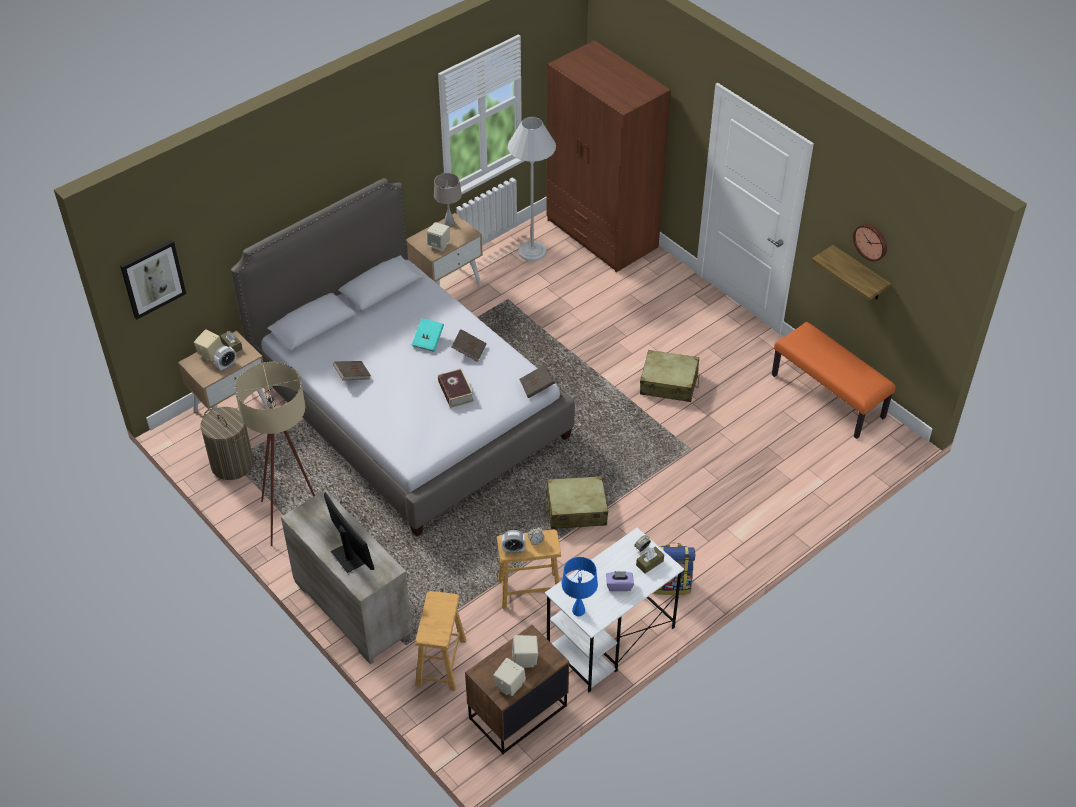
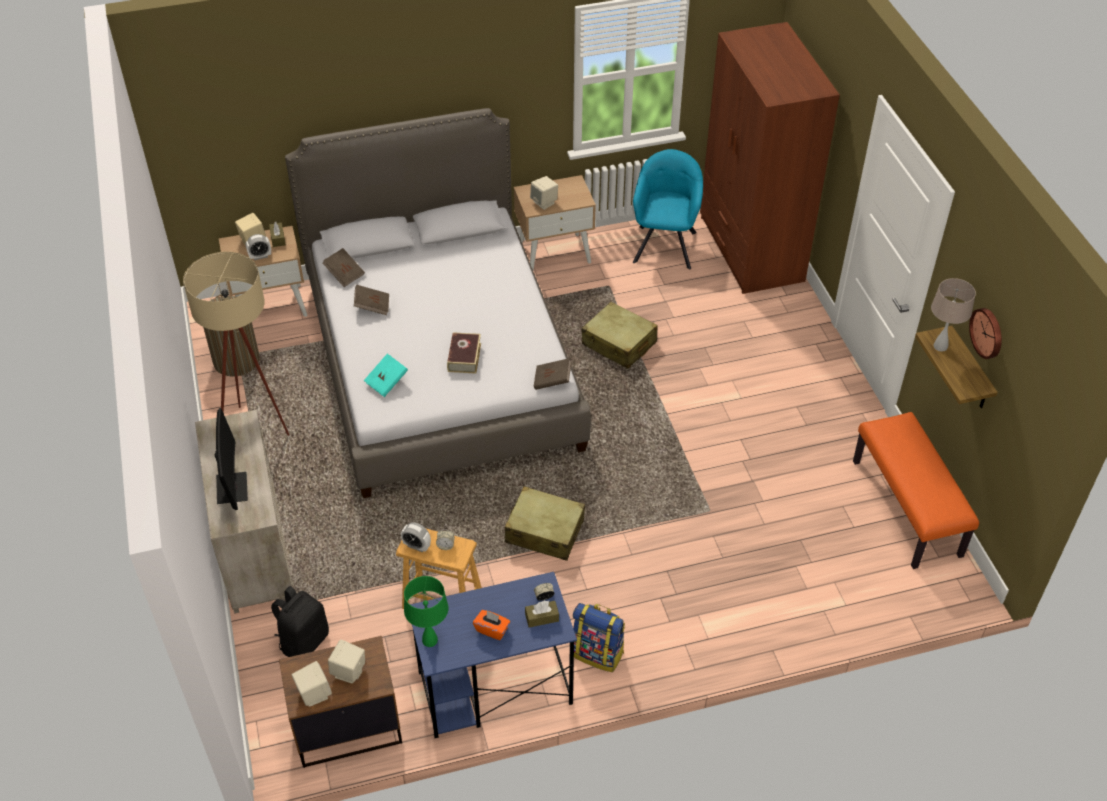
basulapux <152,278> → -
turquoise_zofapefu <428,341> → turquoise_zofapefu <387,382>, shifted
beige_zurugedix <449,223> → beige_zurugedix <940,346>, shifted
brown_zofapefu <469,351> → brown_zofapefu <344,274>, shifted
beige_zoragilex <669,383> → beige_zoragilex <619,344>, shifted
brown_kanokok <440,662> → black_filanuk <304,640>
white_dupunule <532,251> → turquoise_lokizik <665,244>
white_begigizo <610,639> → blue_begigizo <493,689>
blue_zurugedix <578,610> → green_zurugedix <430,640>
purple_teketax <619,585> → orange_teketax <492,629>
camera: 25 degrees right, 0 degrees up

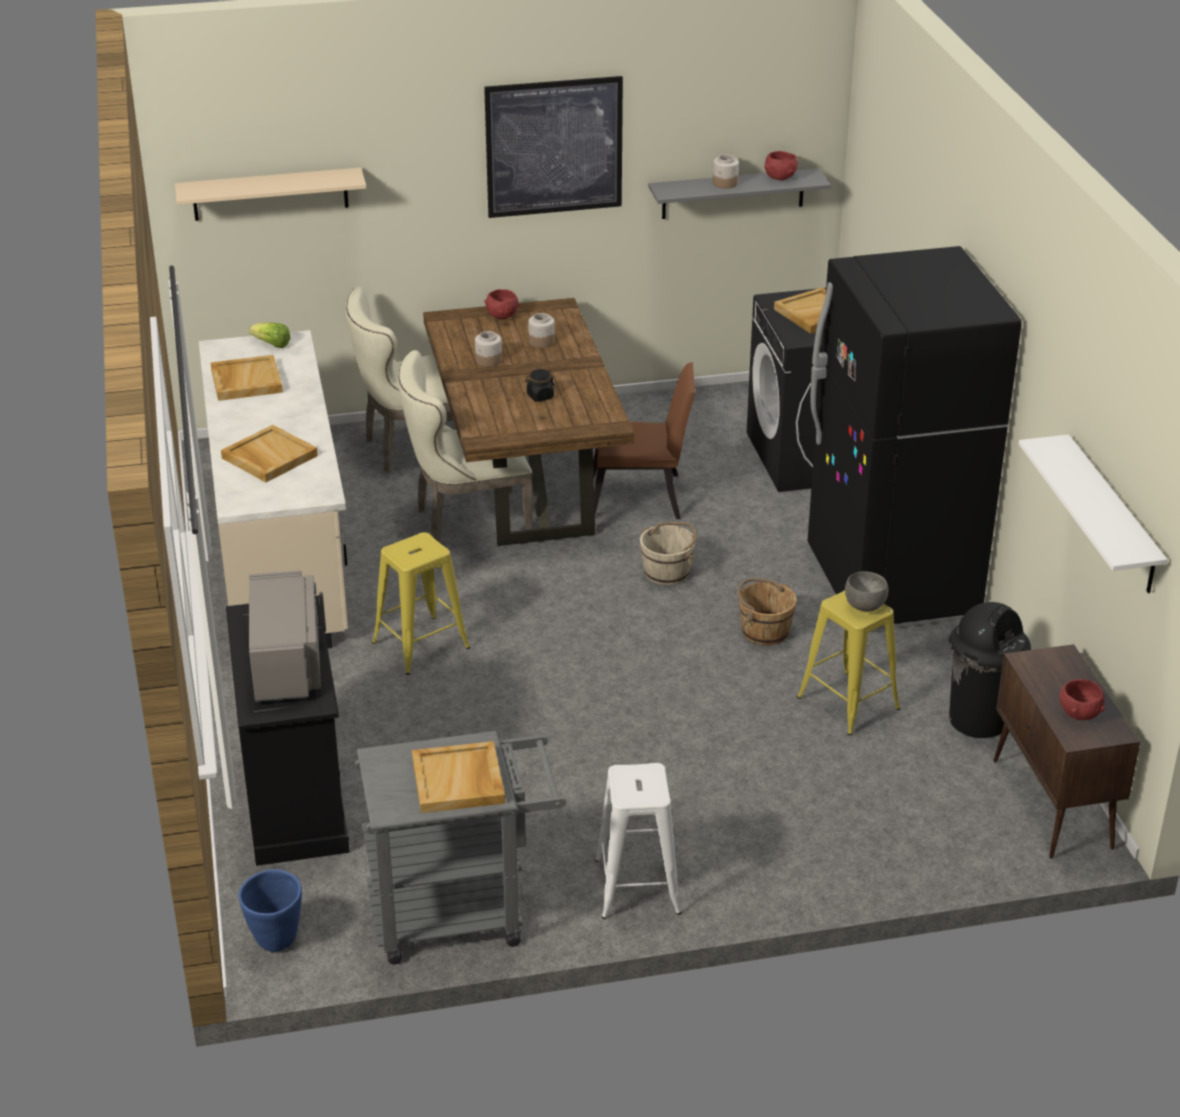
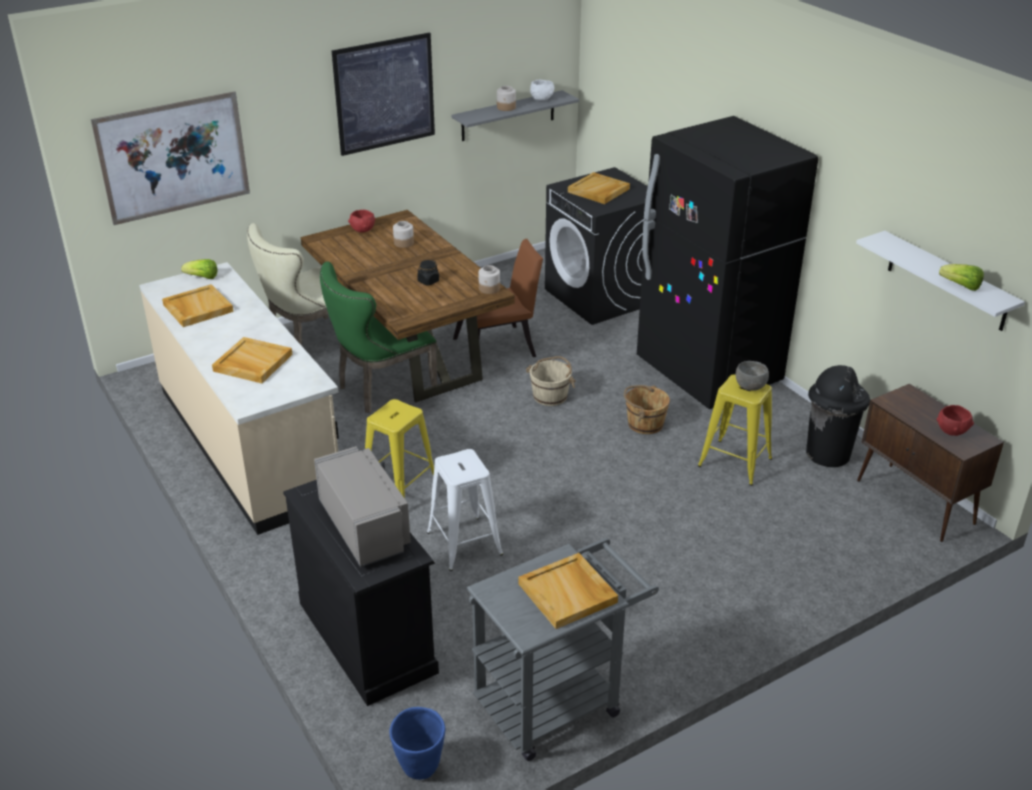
- → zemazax <961,286>
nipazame <488,360> → nipazame <489,289>, shifted
white_kanokok <637,886> → white_kanokok <464,543>, shifted
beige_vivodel <270,194> → basulapux <174,157>
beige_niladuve <466,522> → green_niladuve <381,389>
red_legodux <780,178> → white_legodux <541,99>
camera: 20 degrees left, 0 degrees up

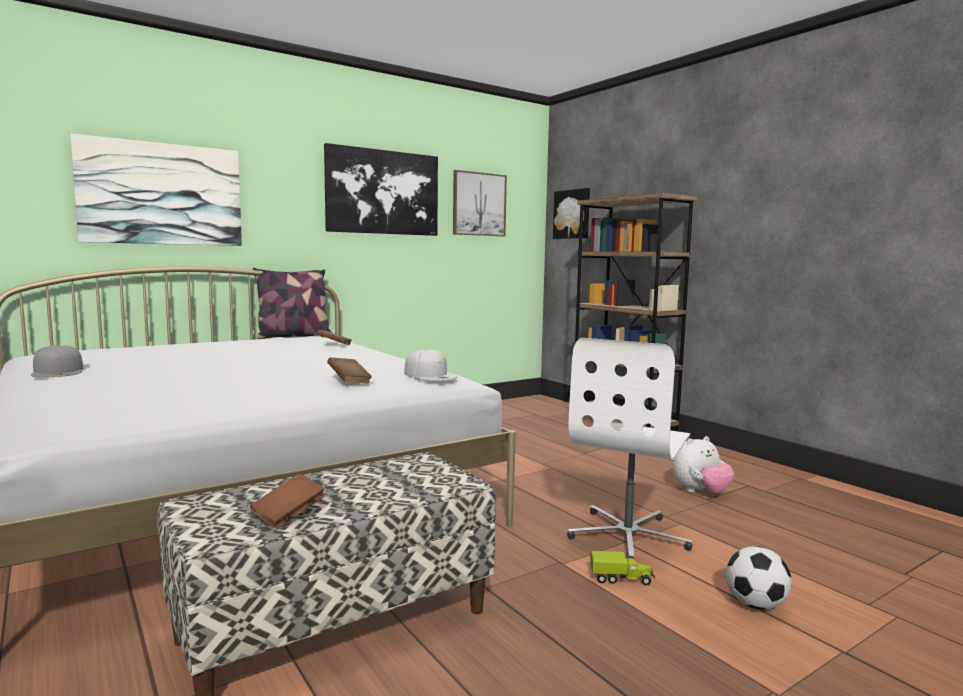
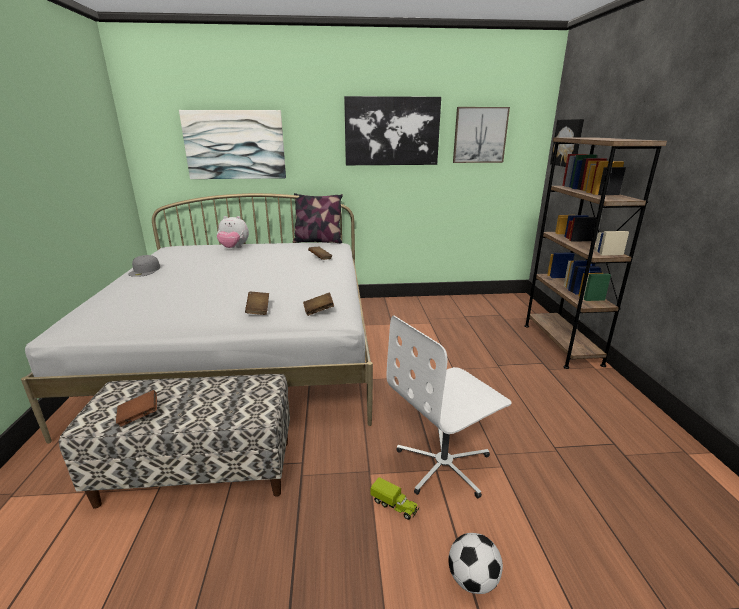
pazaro <700,492> → pazaro <234,248>, shifted
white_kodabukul <431,375> → brown_zofapefu <318,311>
camera: 30 degrees right, 15 degrees up

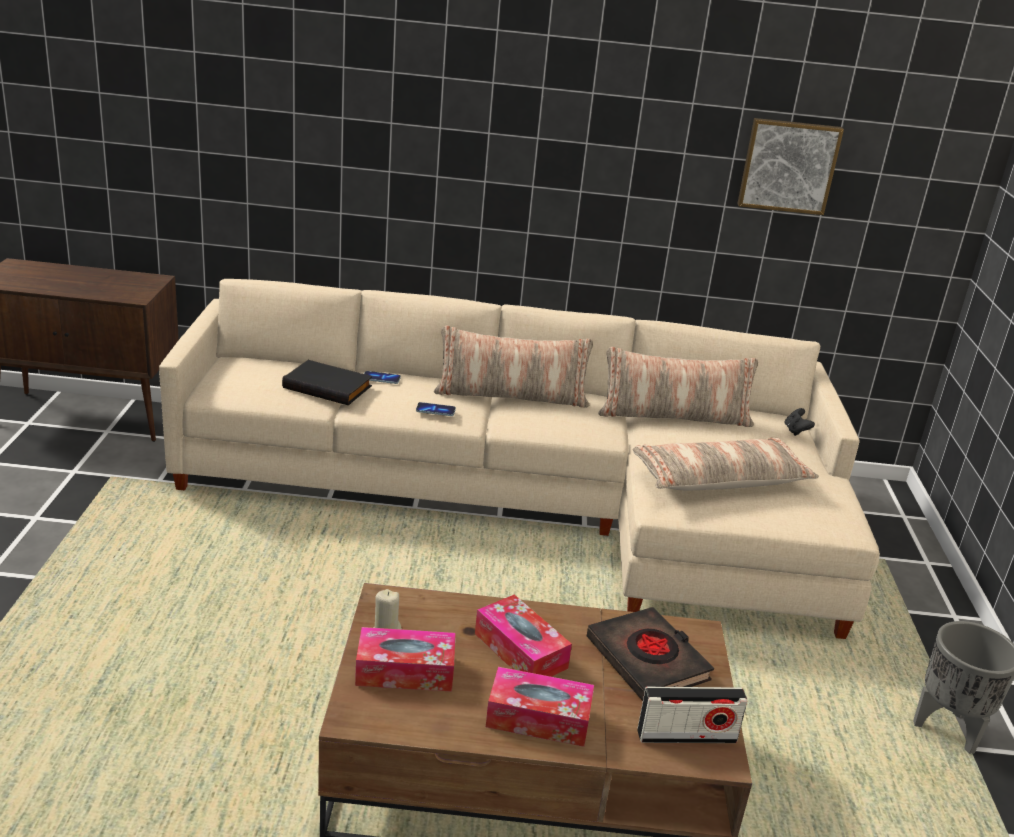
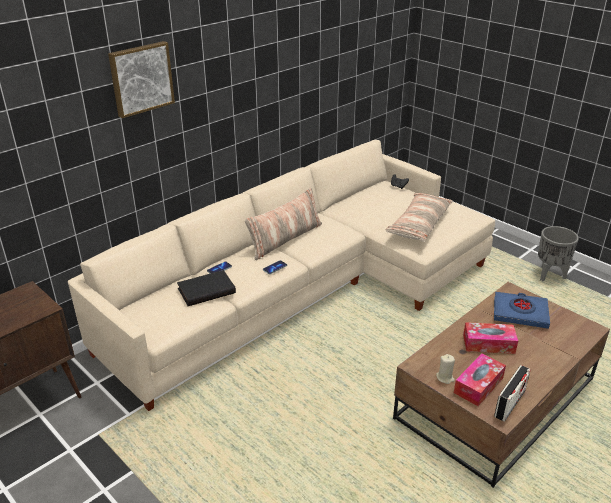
teketax <538,718> → -
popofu <674,416> → -
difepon <686,736> → difepon <510,403>, shifted
basulapux <788,165> → basulapux <141,78>, shifted
black_zofapefu <648,660> → blue_zofapefu <520,313>
camera: 45 degrees left, 5 degrees up

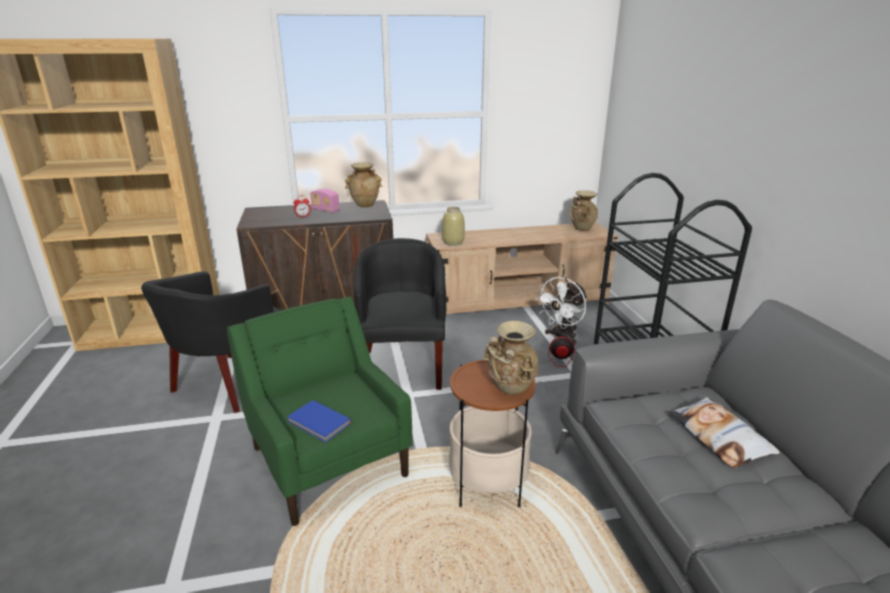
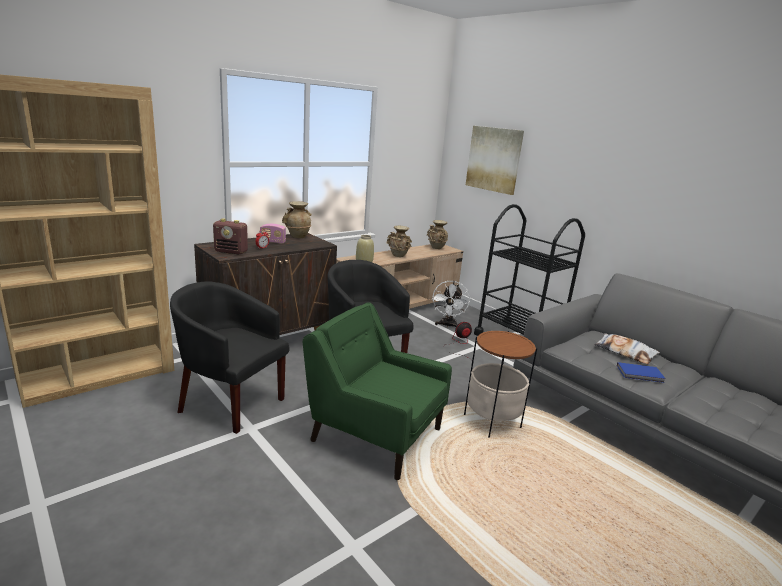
- → difepon <231,252>
- → basulapux <494,159>
blue_zofapefu <319,423> → blue_zofapefu <640,374>, shifted
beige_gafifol <510,389> → beige_gafifol <398,256>, shifted
black_lokizik <227,384> → black_lokizik <230,402>, 120 degrees clockwise
camera: 30 degrees left, 5 degrees down

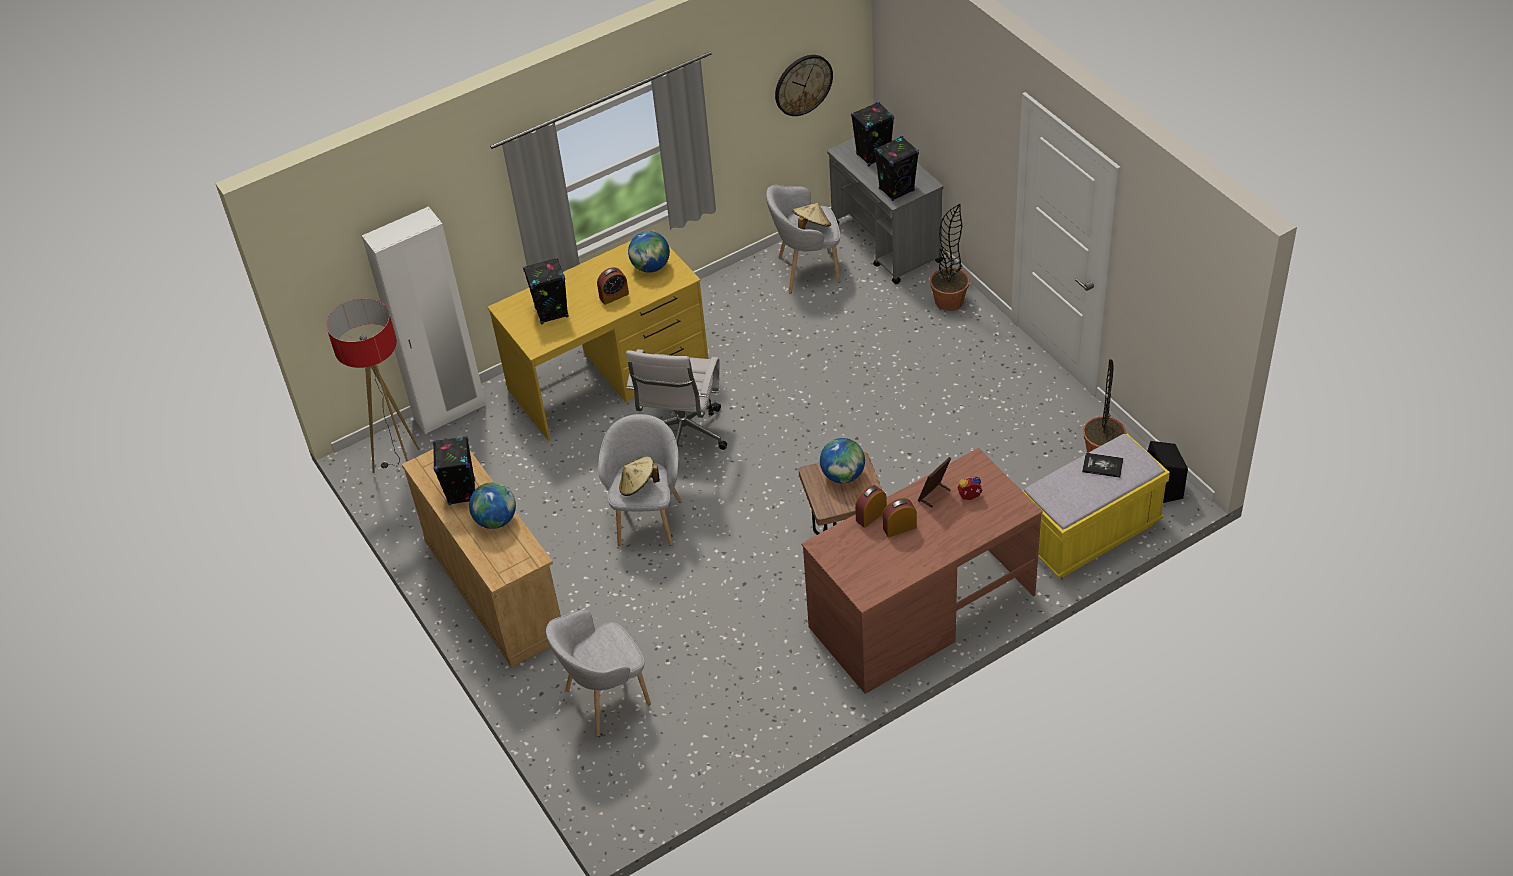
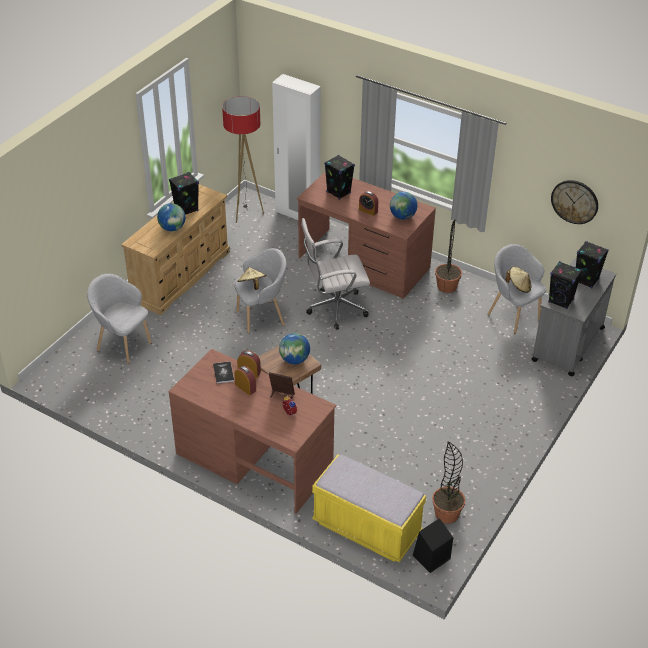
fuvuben <949,301> → fuvuben <446,286>, shifted
zofapefu <1102,466> → zofapefu <223,373>, shifted
yellow_begigizo <609,376> → brown_begigizo <364,263>
camera: 60 degrees right, 5 degrees down

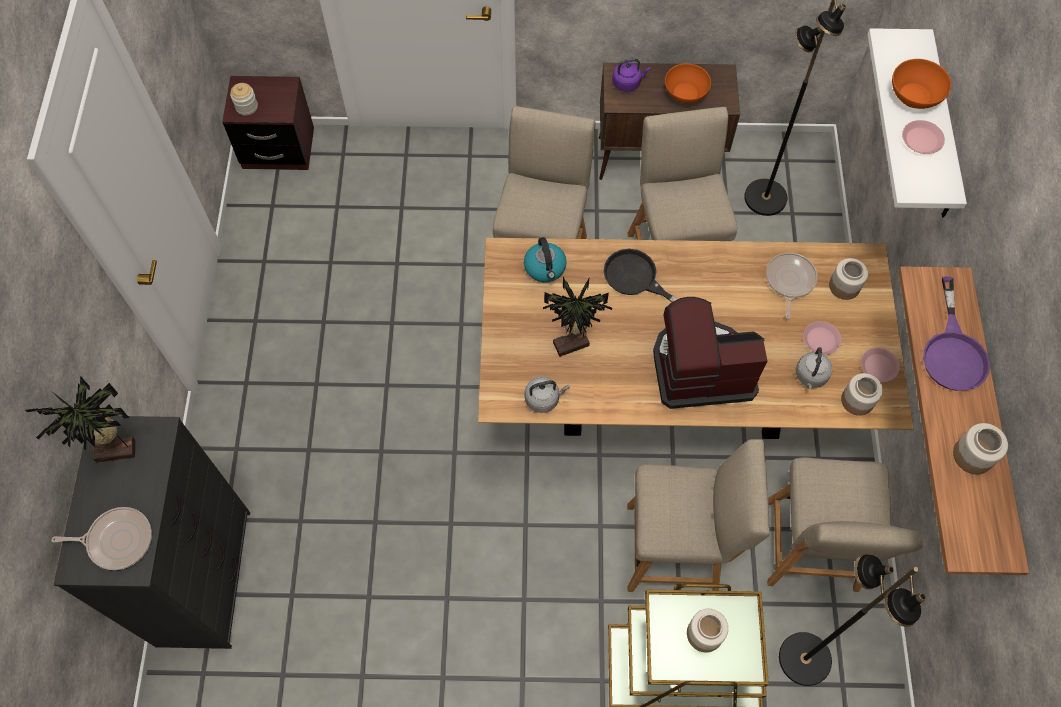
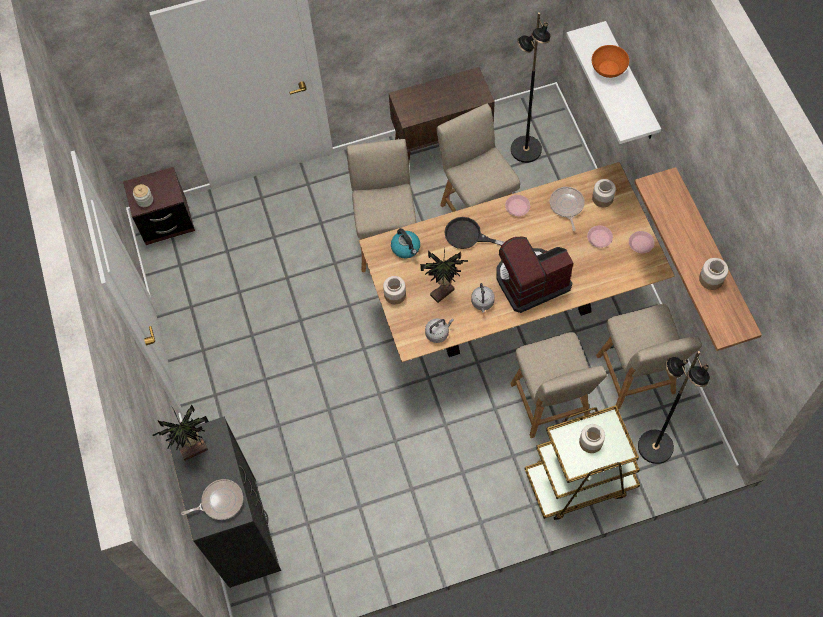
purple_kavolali <628,83> → -
orange_legodux <685,93> → -
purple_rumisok <953,351> → -
grey_kavolali <810,376> → grey_kavolali <482,303>, shifted
nipazame <857,401> → nipazame <395,295>, shifted
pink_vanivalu <921,140> → pink_vanivalu <517,207>, shifted
beige_niladuve <678,549> → beige_niladuve <551,405>, 90 degrees clockwise
camera: 15 degrees left, 0 degrees up

